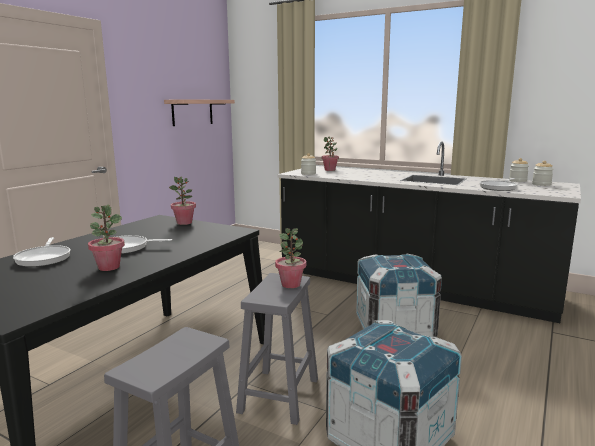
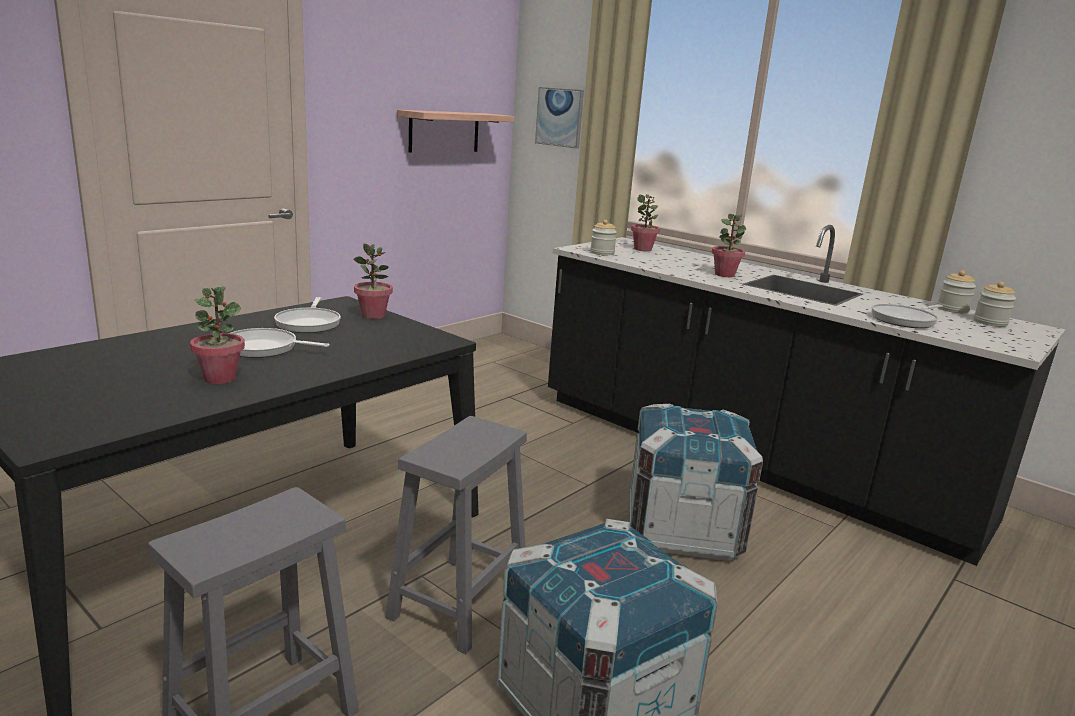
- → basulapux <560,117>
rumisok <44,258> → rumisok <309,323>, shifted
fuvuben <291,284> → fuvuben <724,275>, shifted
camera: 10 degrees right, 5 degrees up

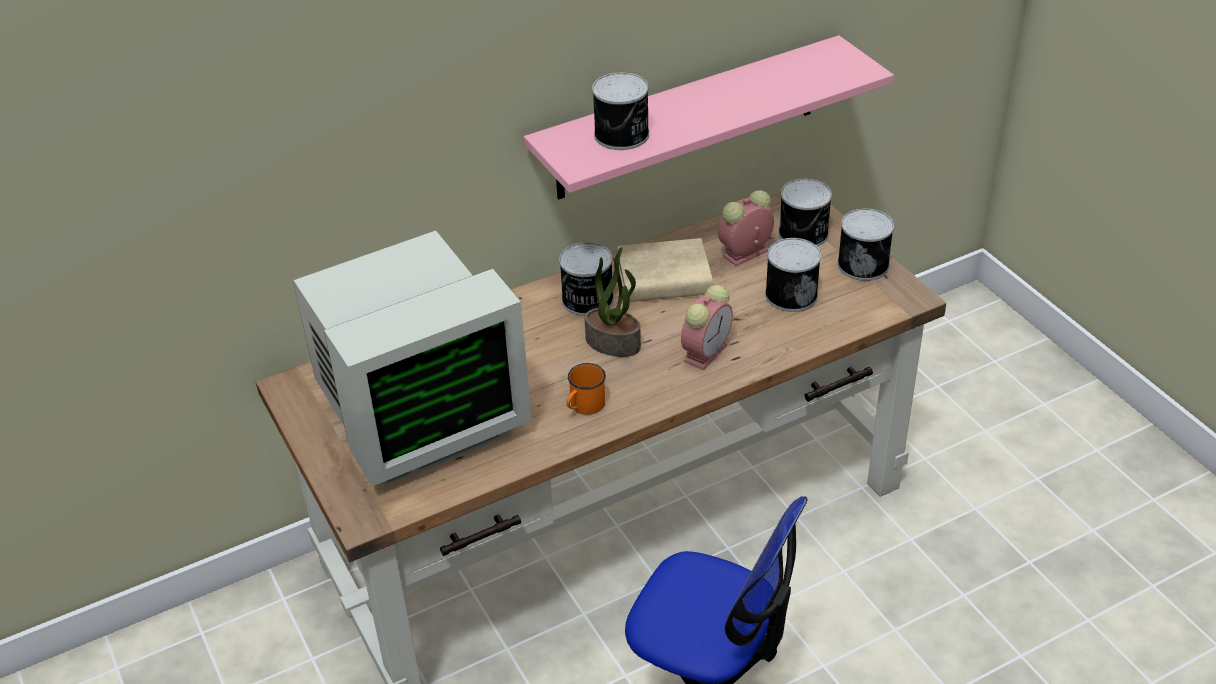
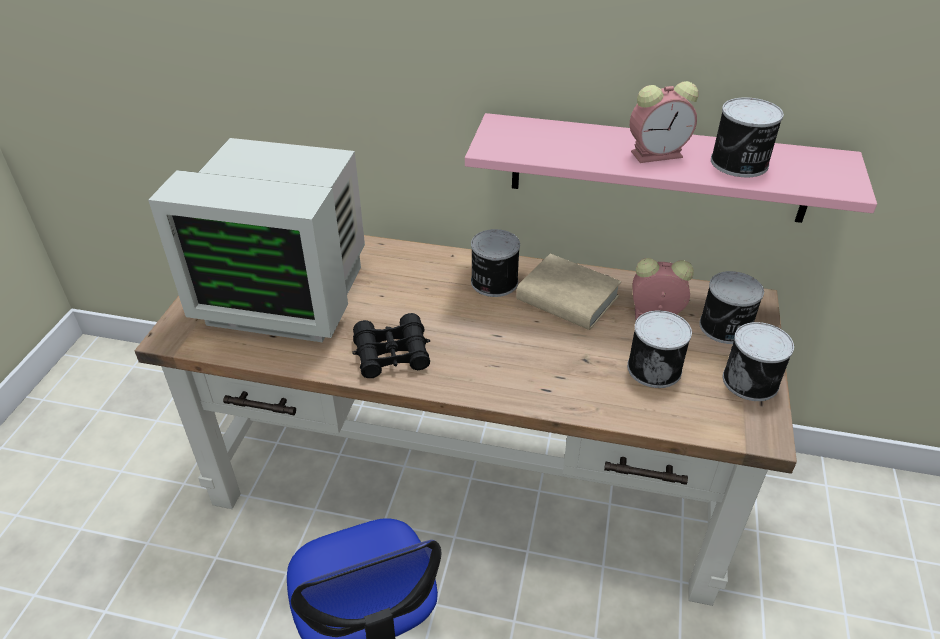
fuvuben <614,342> → -
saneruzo <623,135> → saneruzo <740,163>, shifted
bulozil <706,351> → bulozil <658,154>, shifted
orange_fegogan <584,406> → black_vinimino <392,354>
camera: 40 degrees right, 0 degrees up

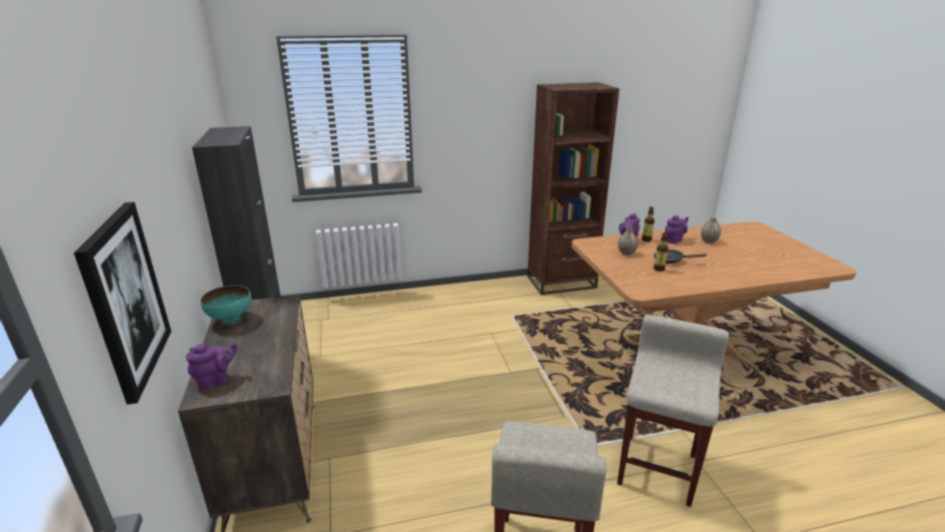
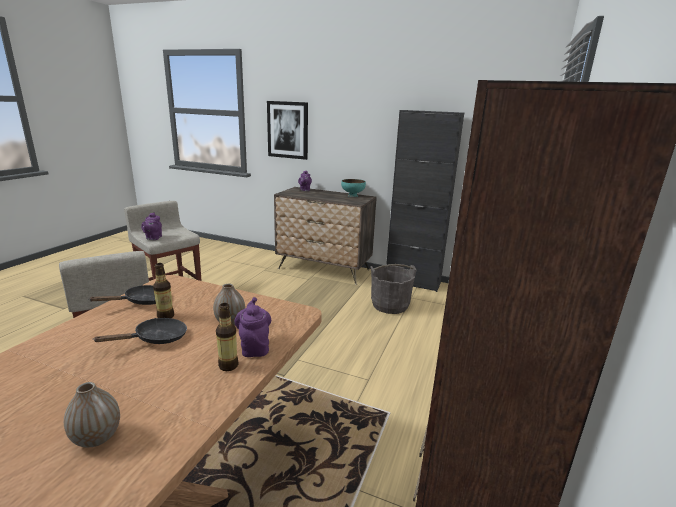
- → black_rumisok <142,301>
- → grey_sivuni <390,305>
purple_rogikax <674,240> → purple_rogikax <153,238>, shifted
camera: 125 degrees right, 5 degrees down

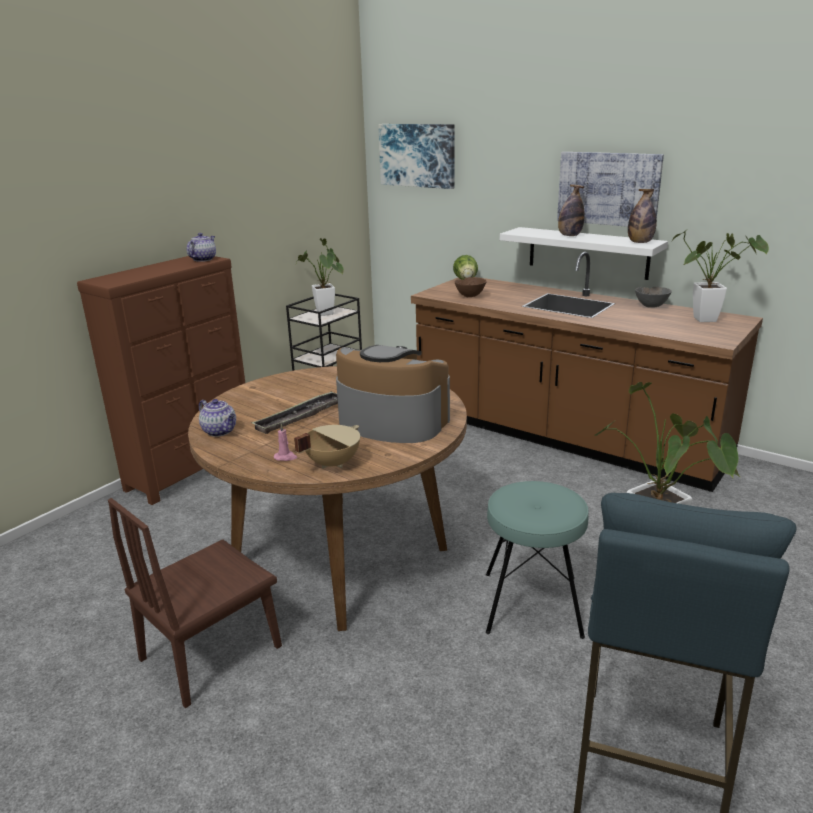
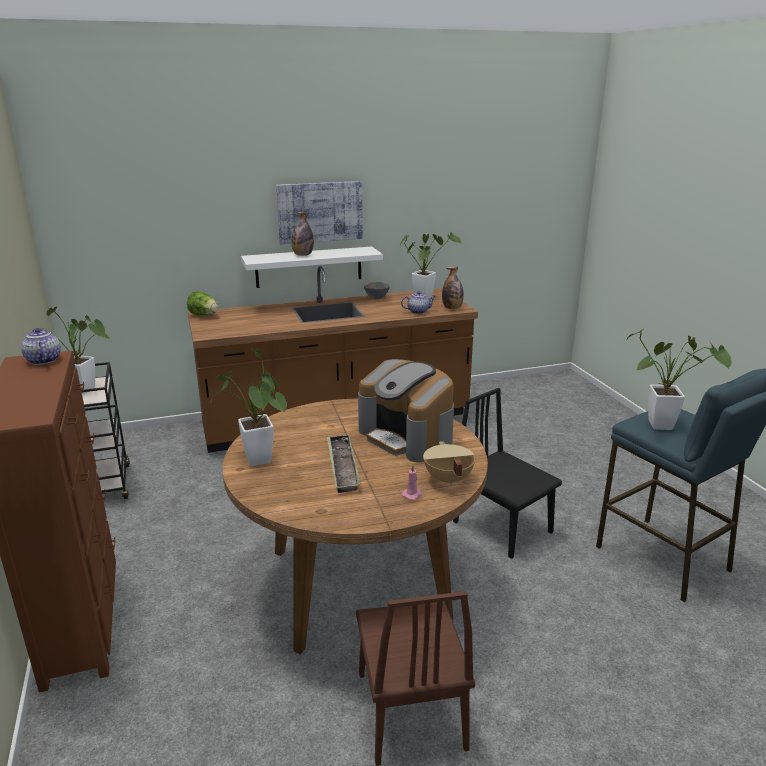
basulapux <417,155> → -
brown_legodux <470,296> → -
- → fuvuben <259,463>
rogikax <220,431> → rogikax <418,311>, shifted
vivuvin <640,242> → vivuvin <452,308>, shifted
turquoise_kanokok <532,604> → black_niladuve <502,527>
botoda <391,422> → botoda <407,436>, 105 degrees counterclockwise
camera: 55 degrees left, 0 degrees up

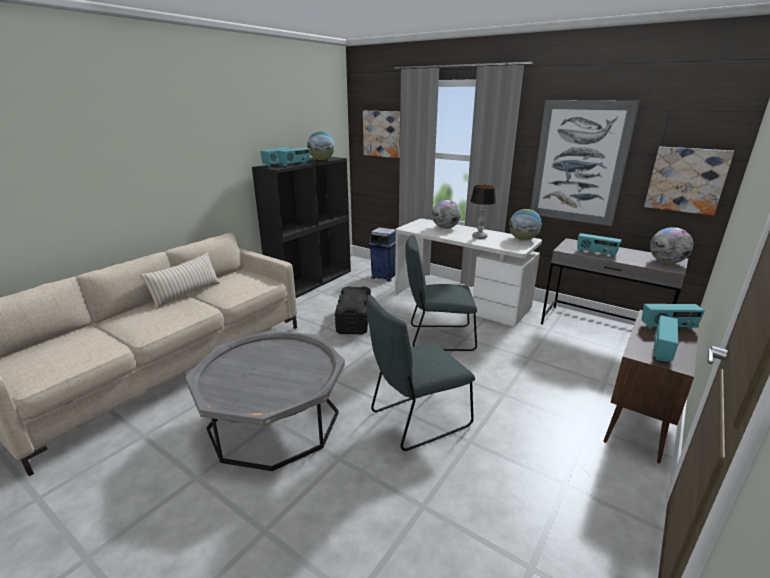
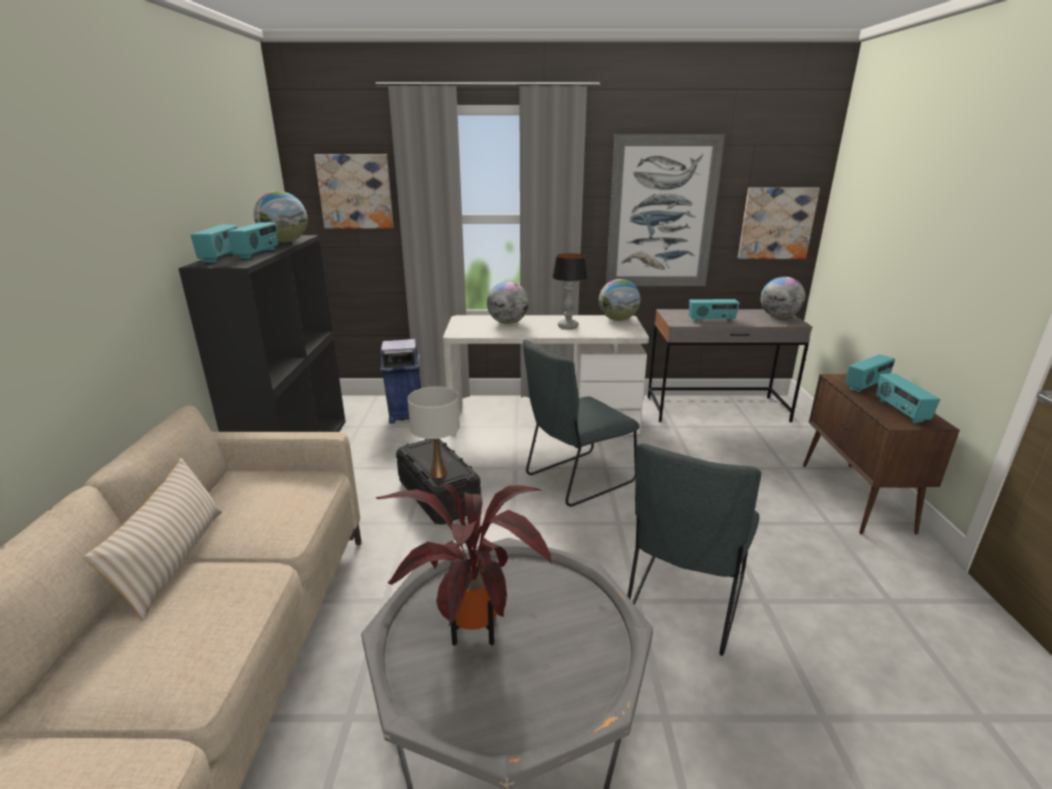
- → fuvuben <471,633>
- → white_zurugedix <438,473>
camera: 35 degrees left, 0 degrees up

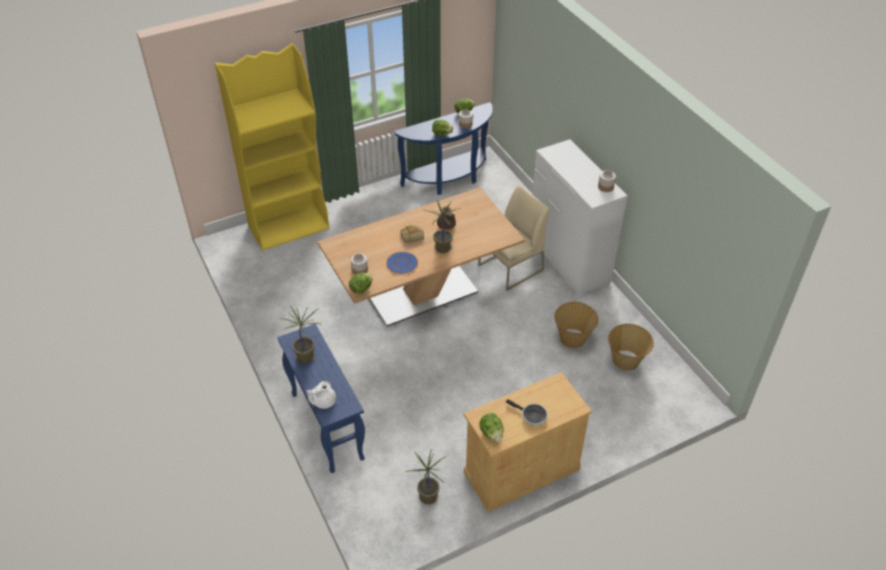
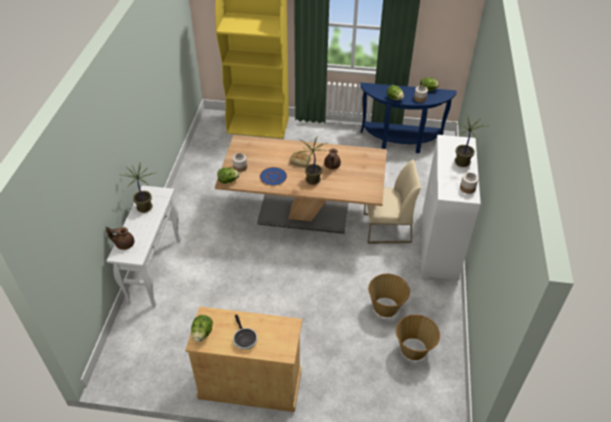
fuvuben <428,497> → fuvuben <462,163>, shifted
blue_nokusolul <326,425> → white_nokusolul <154,270>
white_rogikax <323,402> → brown_rogikax <124,244>
camera: 35 degrees right, 0 degrees up

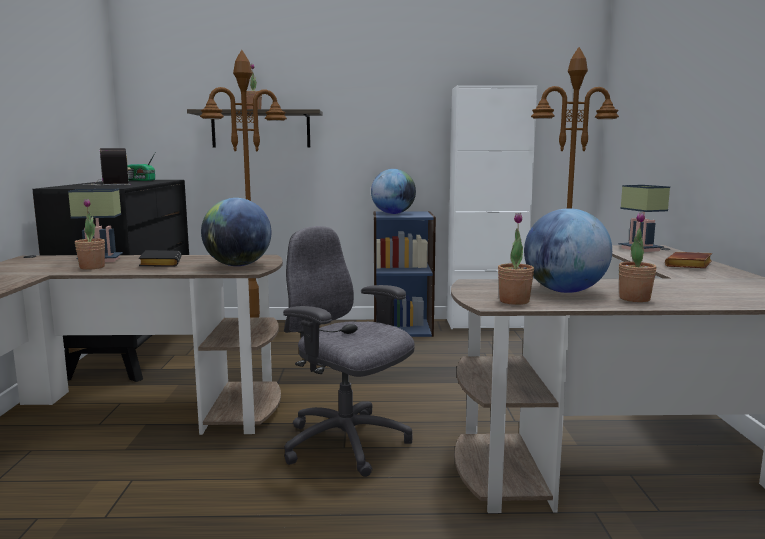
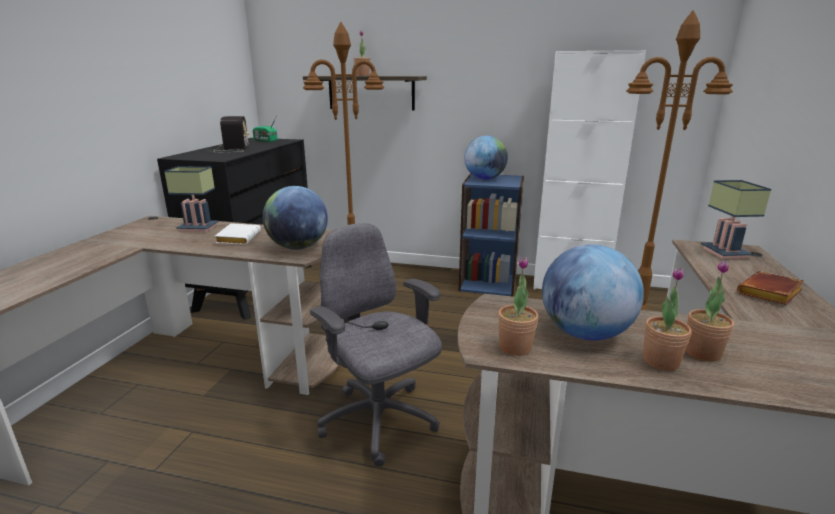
fuvuben <92,267> → fuvuben <702,353>, shifted
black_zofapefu <159,263> → white_zofapefu <238,238>
camera: 15 degrees right, 10 degrees up

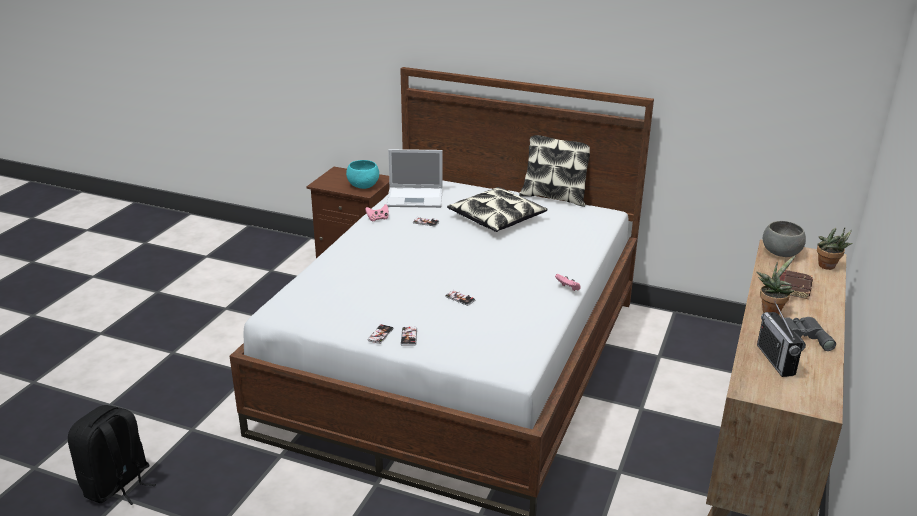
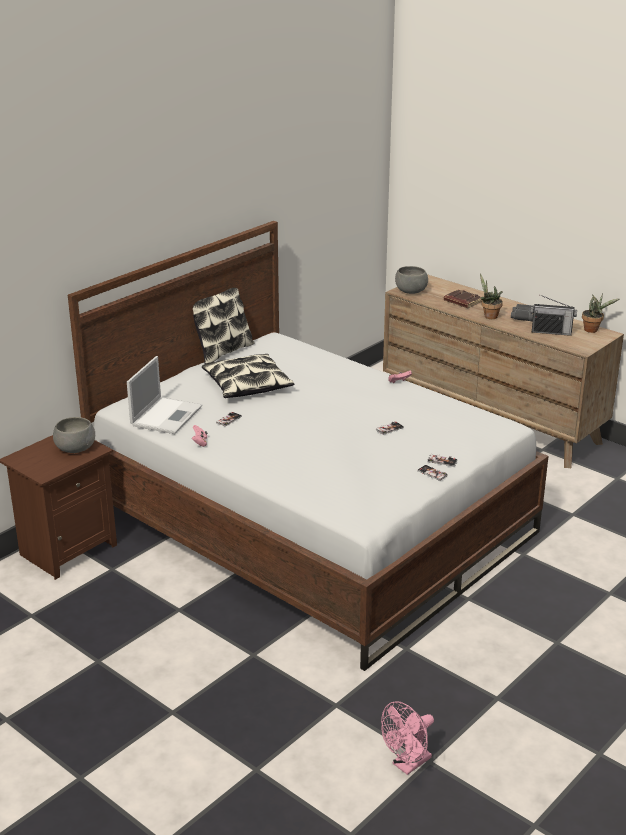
fuvuben <828,267> → fuvuben <593,330>, shifted
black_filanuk <117,484> → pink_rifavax <408,764>
turquoise_legodux <363,185> → grey_legodux <75,448>
camera: 70 degrees left, 0 degrees up

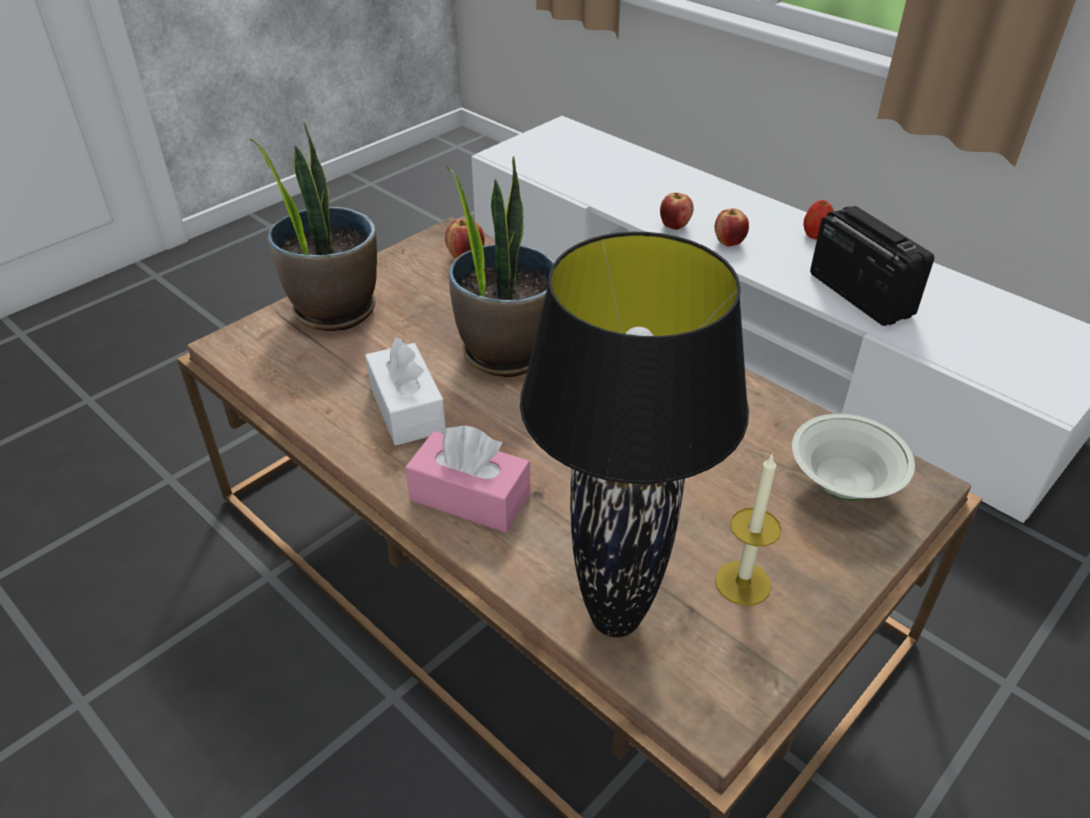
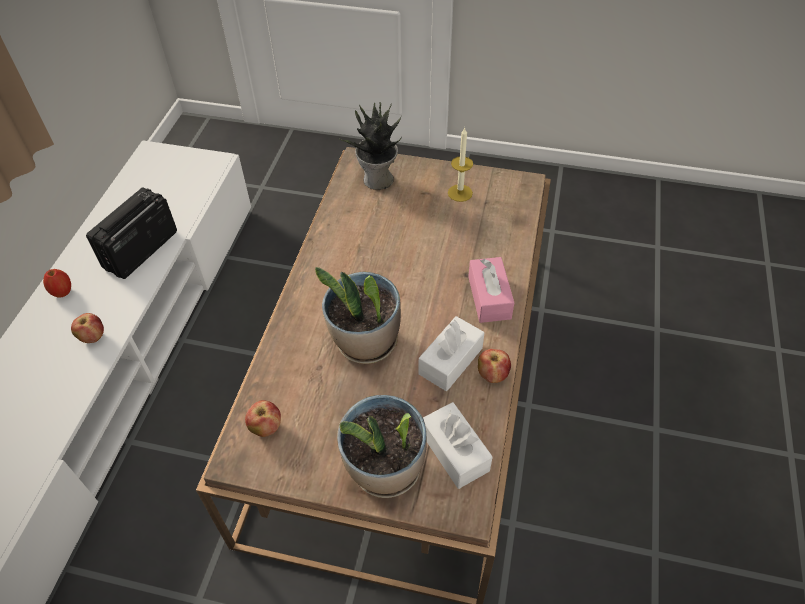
black_zurugedix <615,620> → -
- → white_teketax <454,452>
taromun <674,226> → taromun <492,375>, shifted
white_legodux <842,485> → fuvuben <377,180>
camera: 120 degrees left, 10 degrees up

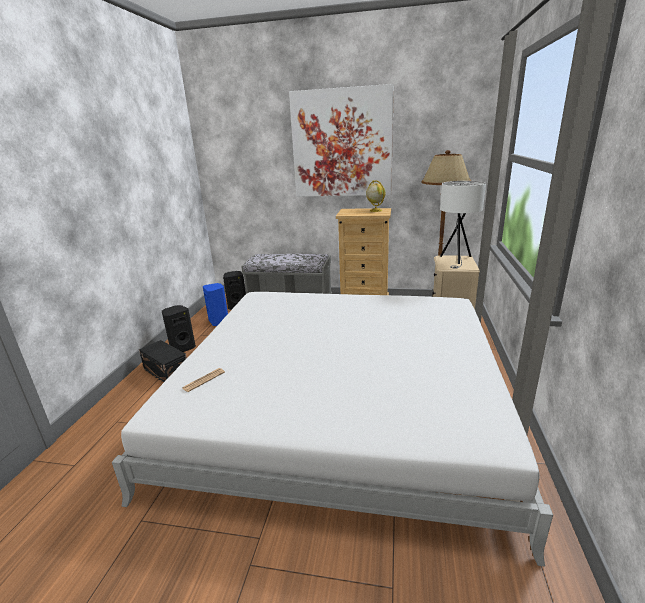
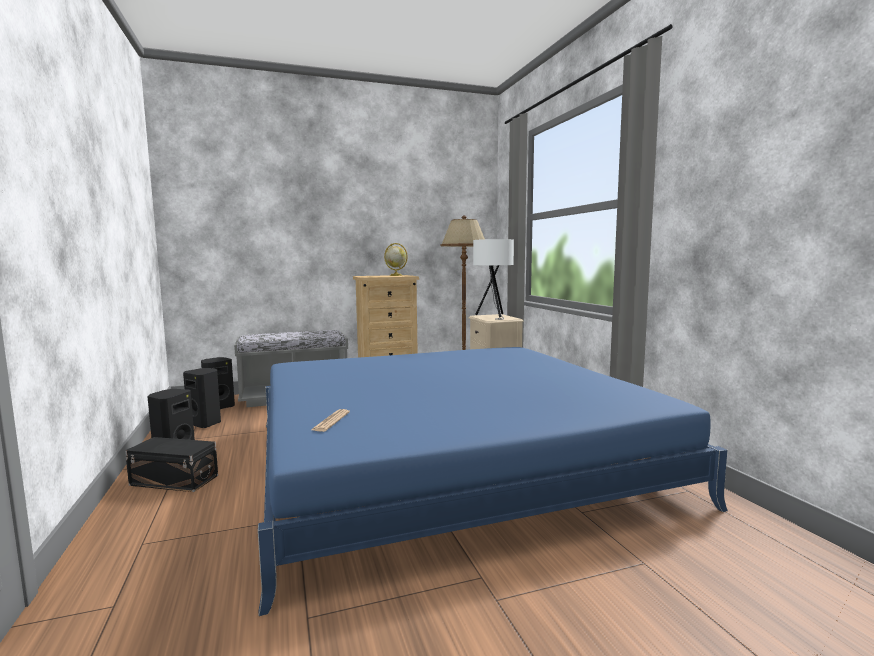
basulapux <342,144> → -
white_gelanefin <340,404> → blue_gelanefin <448,459>
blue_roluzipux <219,321> → black_roluzipux <206,423>
camera: 30 degrees left, 15 degrees down

